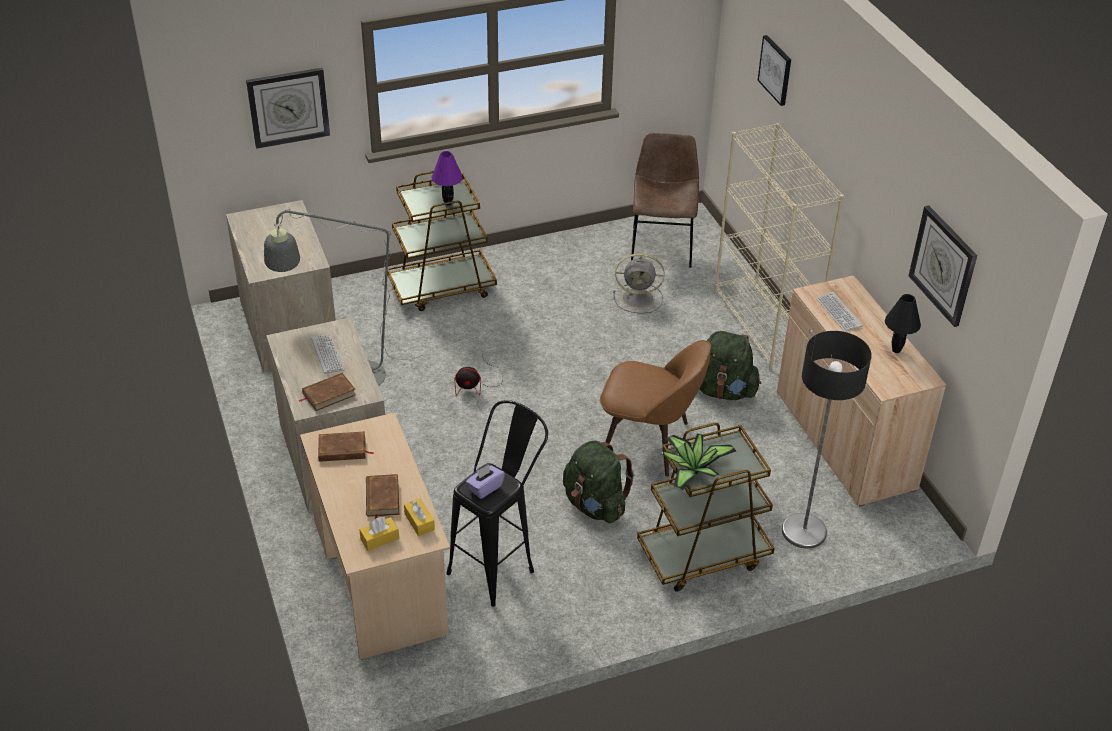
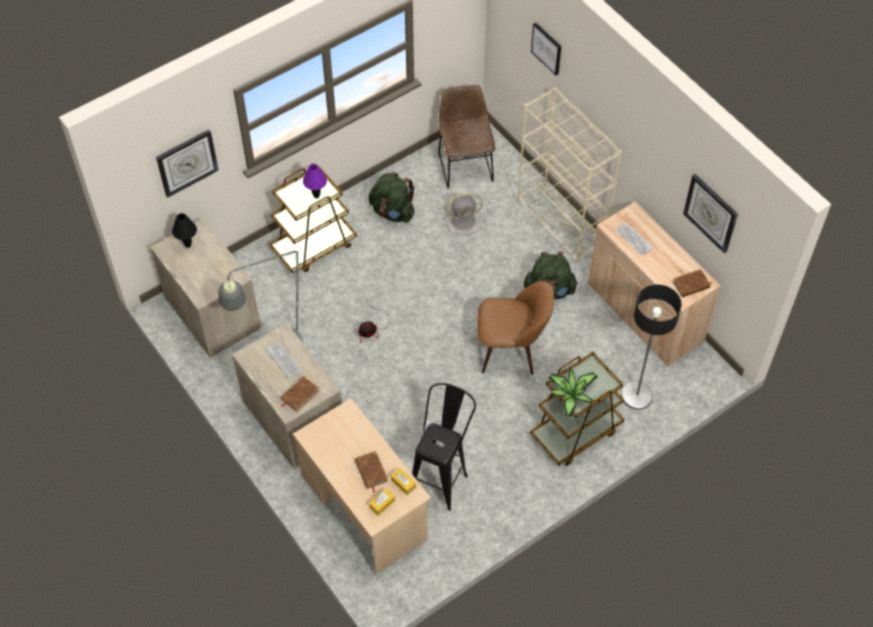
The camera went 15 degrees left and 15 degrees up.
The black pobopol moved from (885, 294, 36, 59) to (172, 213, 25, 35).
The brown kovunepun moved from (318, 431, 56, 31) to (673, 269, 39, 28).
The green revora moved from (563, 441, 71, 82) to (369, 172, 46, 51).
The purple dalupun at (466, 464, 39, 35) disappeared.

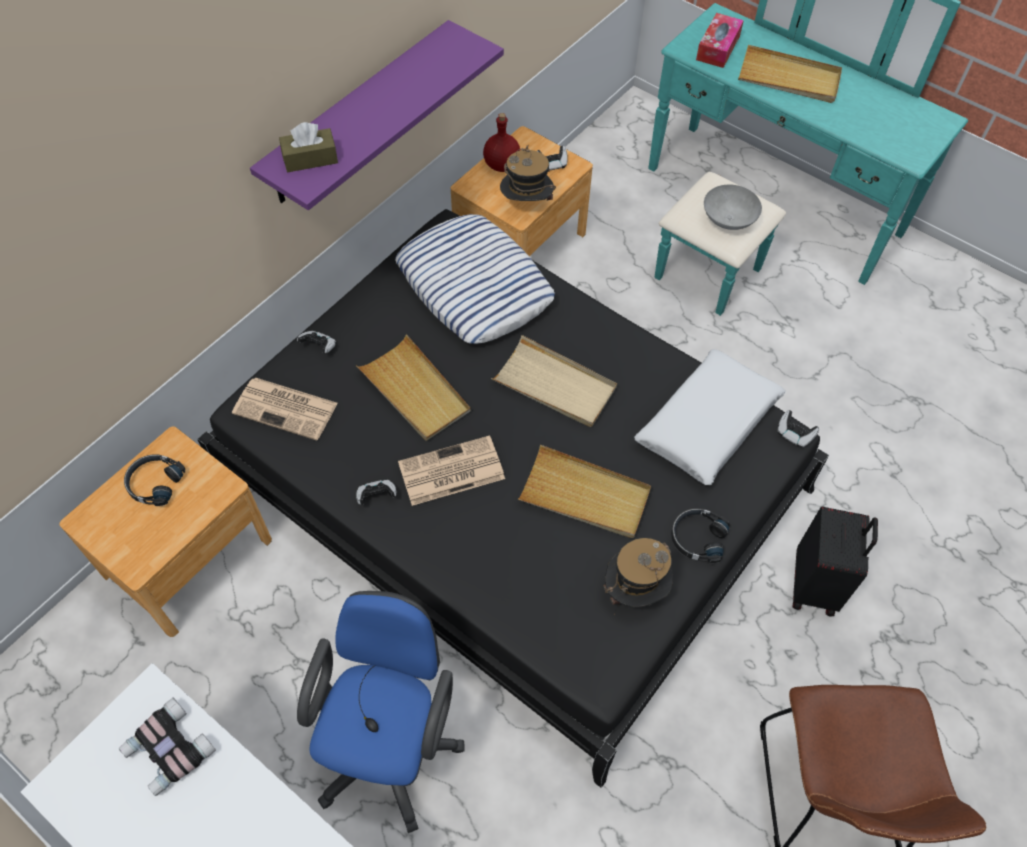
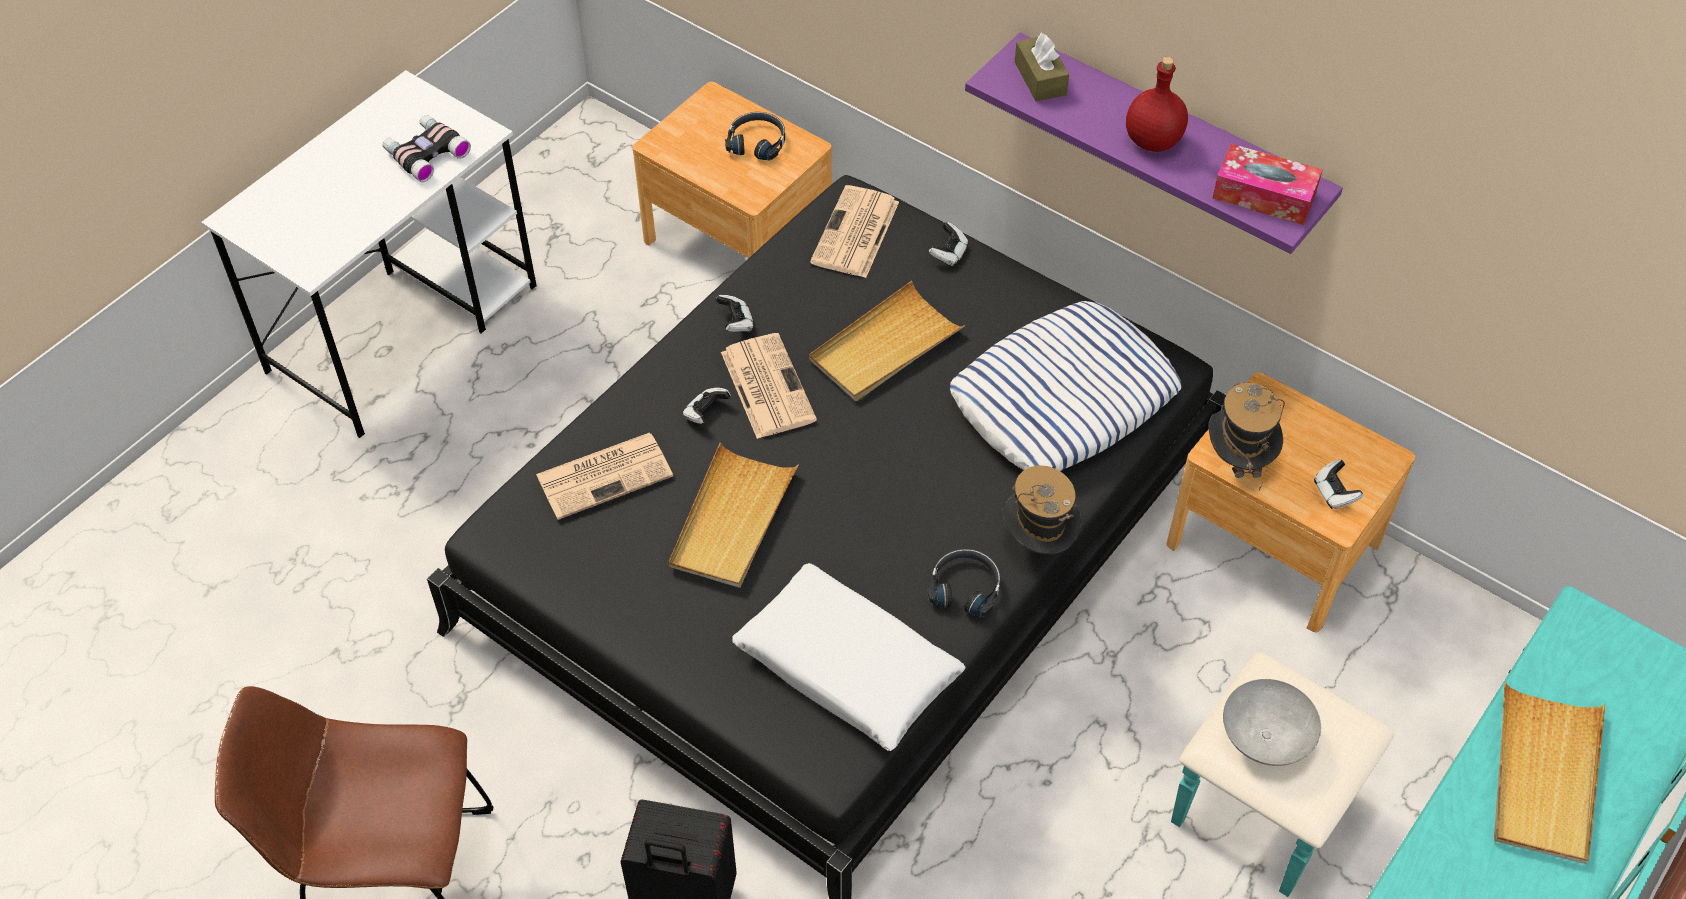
The camera went 90 degrees right and 5 degrees down.
The dalupun moved from (696, 13, 48, 55) to (1212, 144, 111, 81).
The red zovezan moved from (483, 113, 37, 59) to (1126, 57, 62, 95).
The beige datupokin at (491, 335, 126, 92) disappeared.
The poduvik moved from (777, 410, 42, 38) to (683, 388, 48, 36).
The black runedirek moved from (671, 508, 59, 55) to (928, 549, 72, 68).
The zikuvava moved from (603, 538, 70, 77) to (1001, 465, 81, 90).
The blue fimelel at (297, 591, 168, 242) disappeared.
The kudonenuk at (536, 433, 137, 87) appeared.

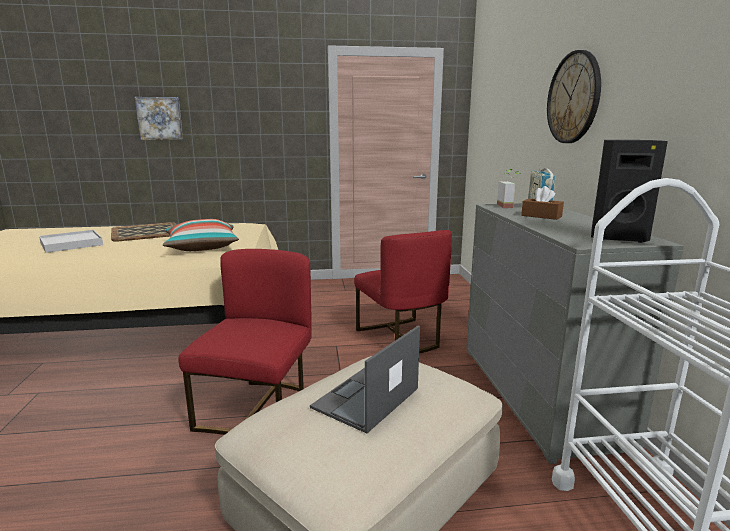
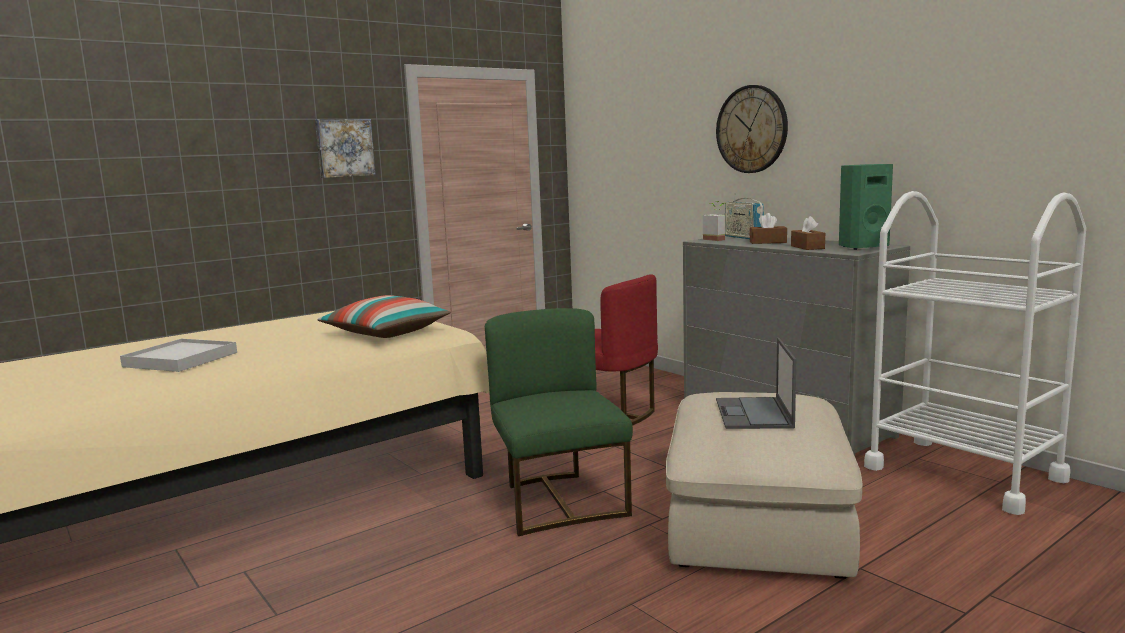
The camera went 30 degrees left and 5 degrees down.
The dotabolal moved from (135, 97, 48, 43) to (315, 119, 61, 59).
The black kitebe at (591, 140, 77, 103) became the green kitebe at (839, 164, 54, 86).
The datupokin at (111, 222, 66, 20) disappeared.
The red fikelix at (178, 249, 134, 186) became the green fikelix at (485, 308, 148, 228).
The brown dalupun at (791, 216, 34, 34) appeared.

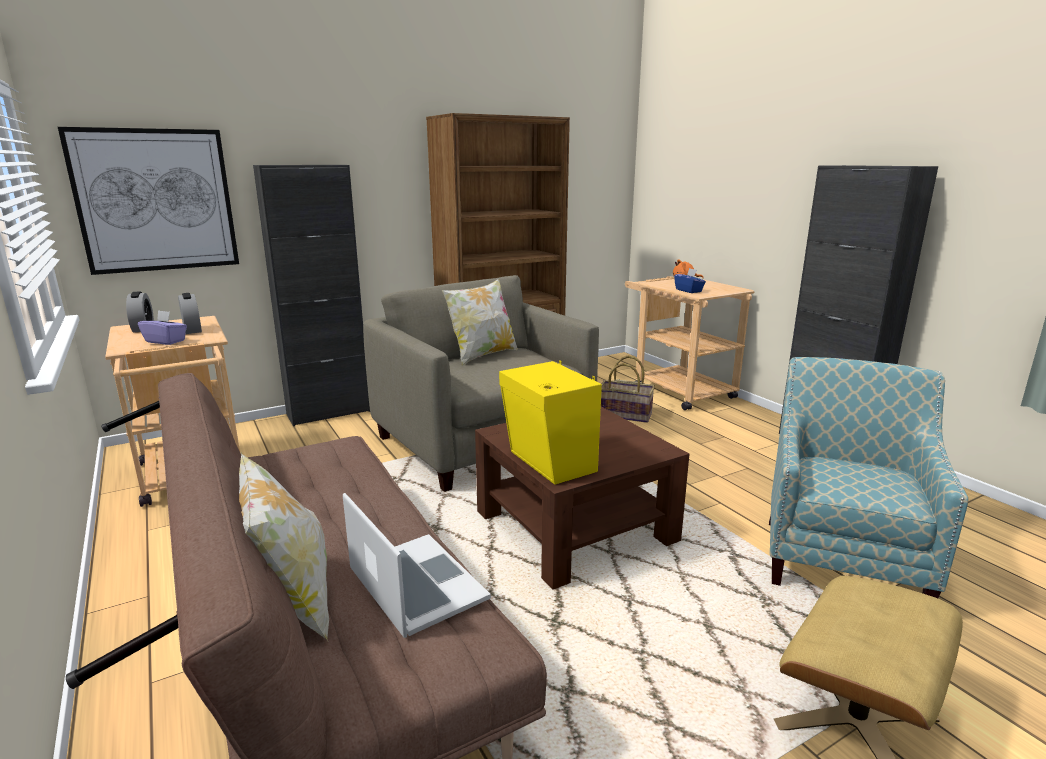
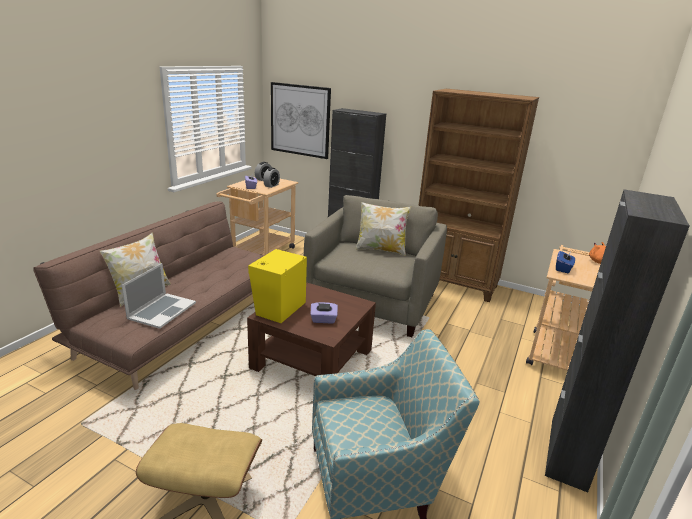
The camera went 55 degrees right and 5 degrees up.
The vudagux at (601, 355, 54, 68) disappeared.
The purple dalupun at (310, 302, 28, 21) appeared.

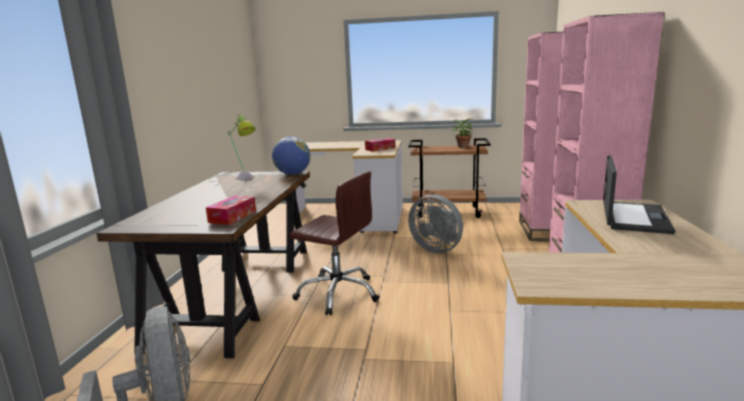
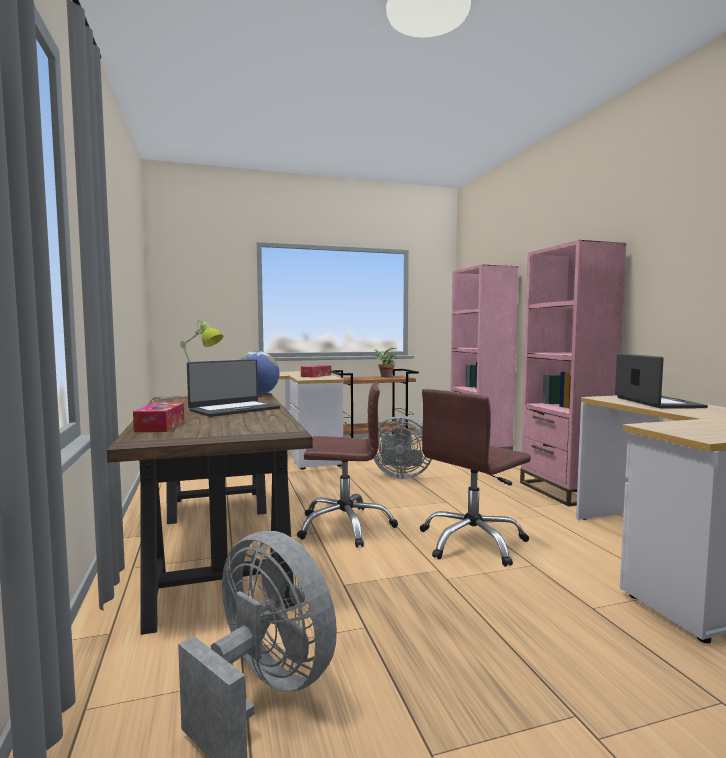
The camera went 25 degrees left and 10 degrees down.
The dalupun moved from (206, 195, 50, 30) to (133, 403, 51, 29).
The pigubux at (187, 359, 93, 58) appeared.
The brown fimelel at (420, 389, 111, 178) appeared.

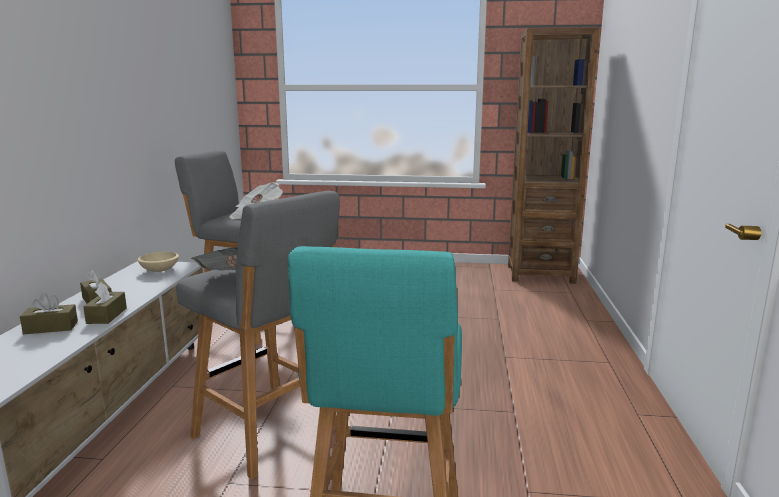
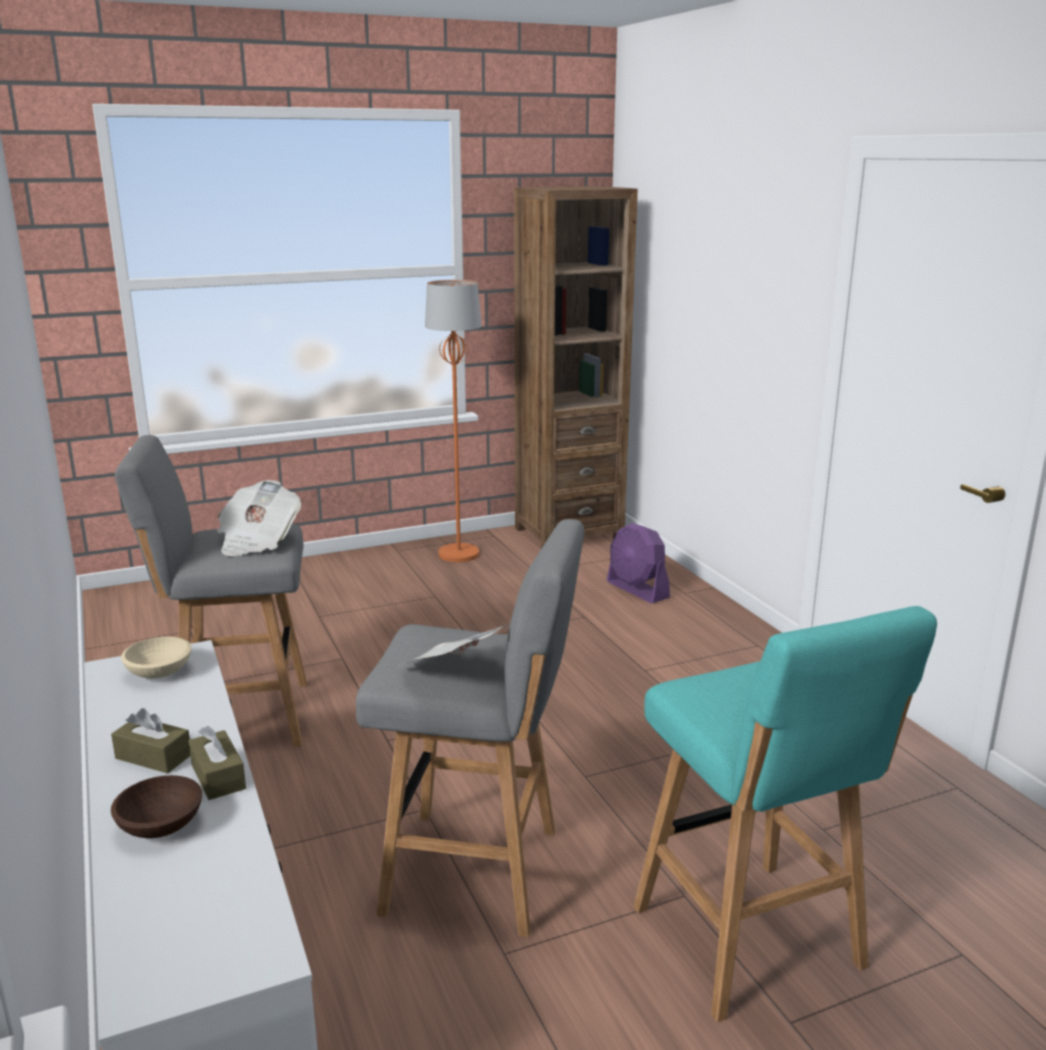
The camera went 30 degrees left and 5 degrees up.
The brown dalupun at (20, 293, 58, 41) was replaced by the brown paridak at (111, 775, 91, 63).
The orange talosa at (425, 280, 57, 282) appeared.
The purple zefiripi at (607, 523, 63, 81) appeared.

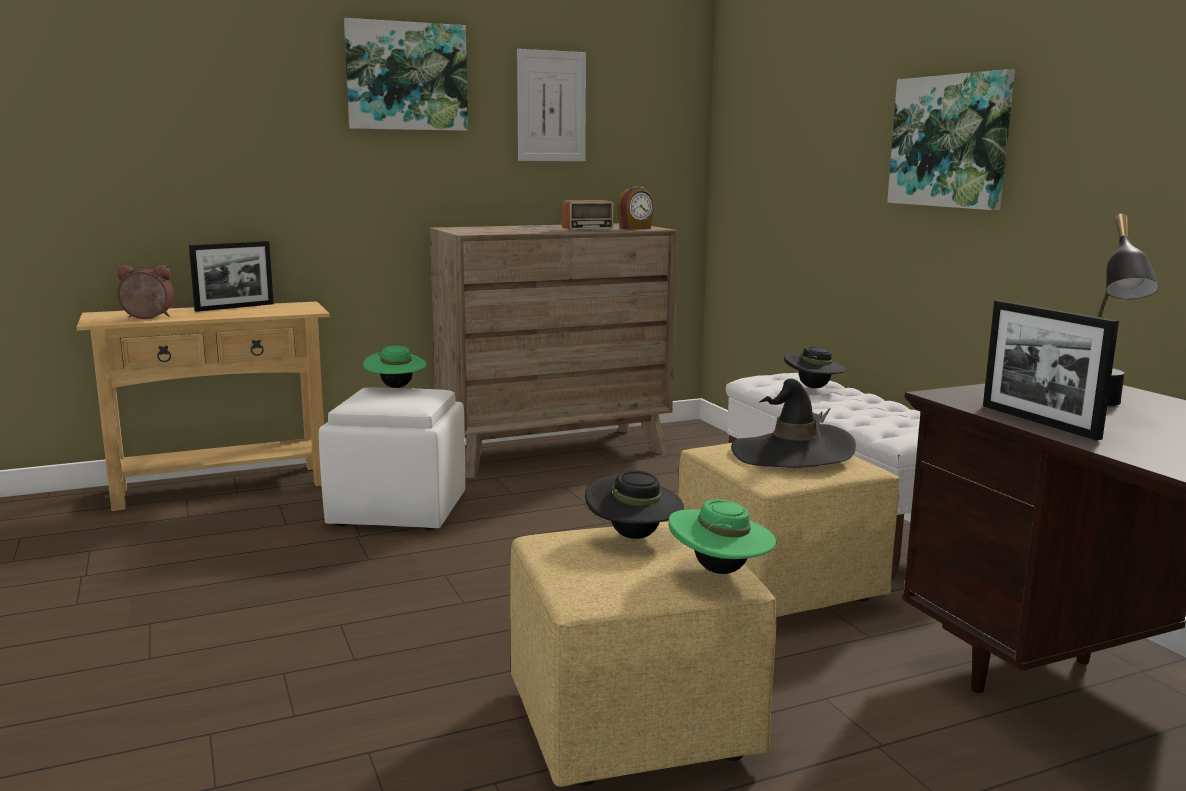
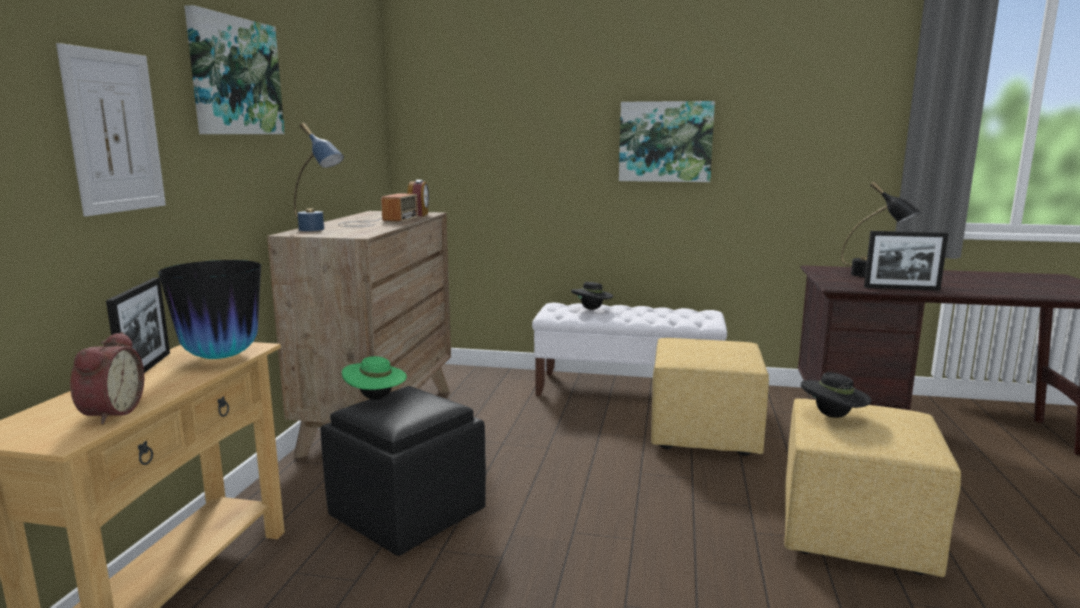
The camera went 55 degrees left and 0 degrees up.
The dotabolal moved from (517, 49, 69, 112) to (56, 43, 110, 173).
The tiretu at (117, 265, 57, 54) turned 150 degrees clockwise.
The black zikuvava at (731, 379, 125, 89) disappeared.
The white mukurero at (319, 387, 146, 143) became the black mukurero at (320, 386, 166, 170).
The green zikuvava at (669, 499, 107, 75) disappeared.
The blue pobopol at (294, 122, 50, 109) appeared.
The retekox at (158, 260, 103, 99) appeared.

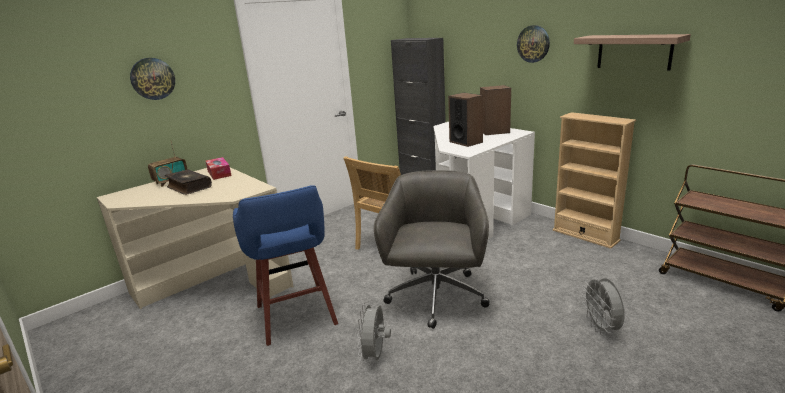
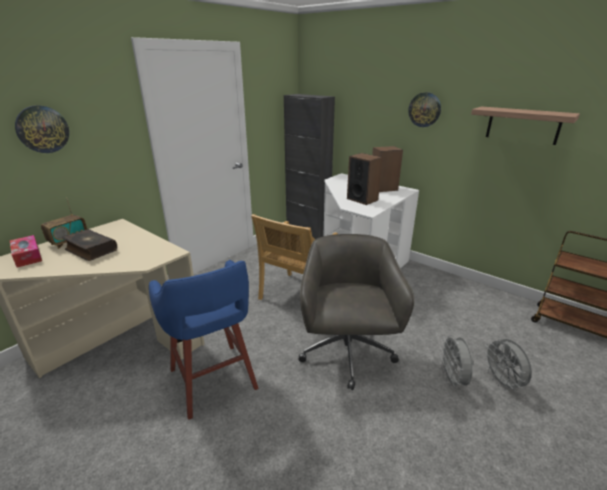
The camera went 10 degrees left and 5 degrees up.
The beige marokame at (552, 112, 84, 137) disappeared.
The dalupun moved from (206, 157, 26, 23) to (10, 235, 32, 33).
The grey zefiripi moved from (357, 301, 34, 62) to (440, 335, 34, 53).

